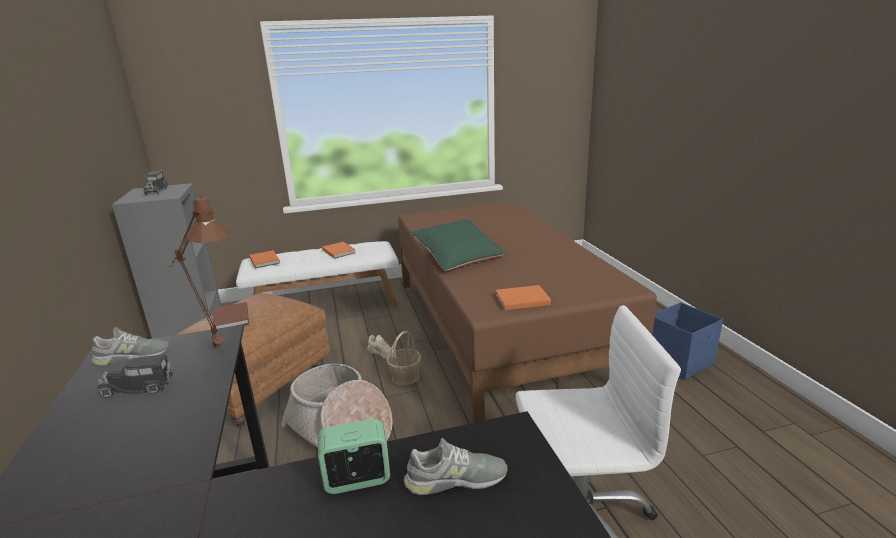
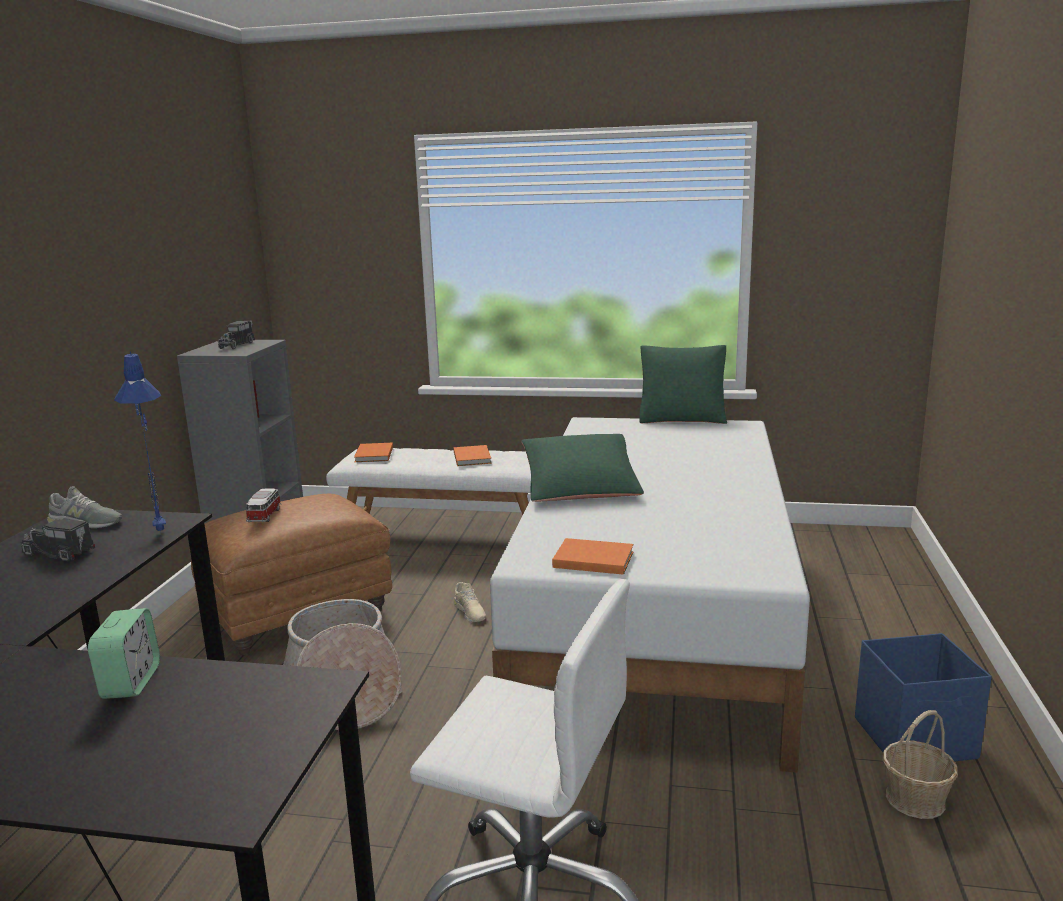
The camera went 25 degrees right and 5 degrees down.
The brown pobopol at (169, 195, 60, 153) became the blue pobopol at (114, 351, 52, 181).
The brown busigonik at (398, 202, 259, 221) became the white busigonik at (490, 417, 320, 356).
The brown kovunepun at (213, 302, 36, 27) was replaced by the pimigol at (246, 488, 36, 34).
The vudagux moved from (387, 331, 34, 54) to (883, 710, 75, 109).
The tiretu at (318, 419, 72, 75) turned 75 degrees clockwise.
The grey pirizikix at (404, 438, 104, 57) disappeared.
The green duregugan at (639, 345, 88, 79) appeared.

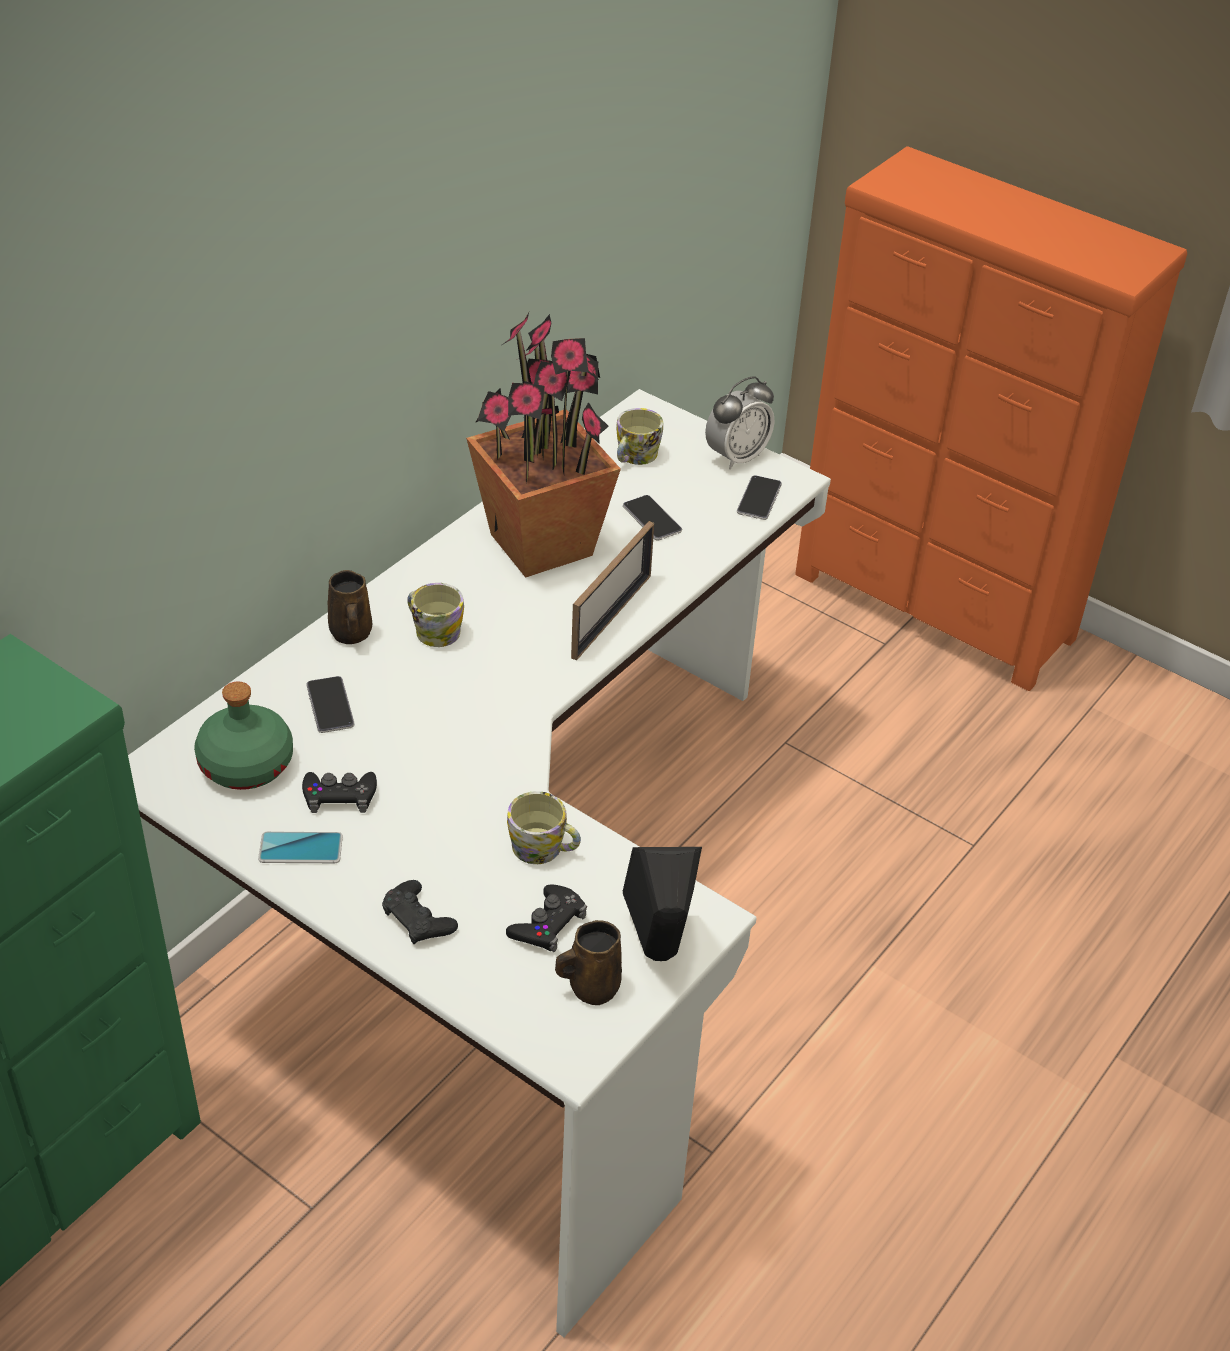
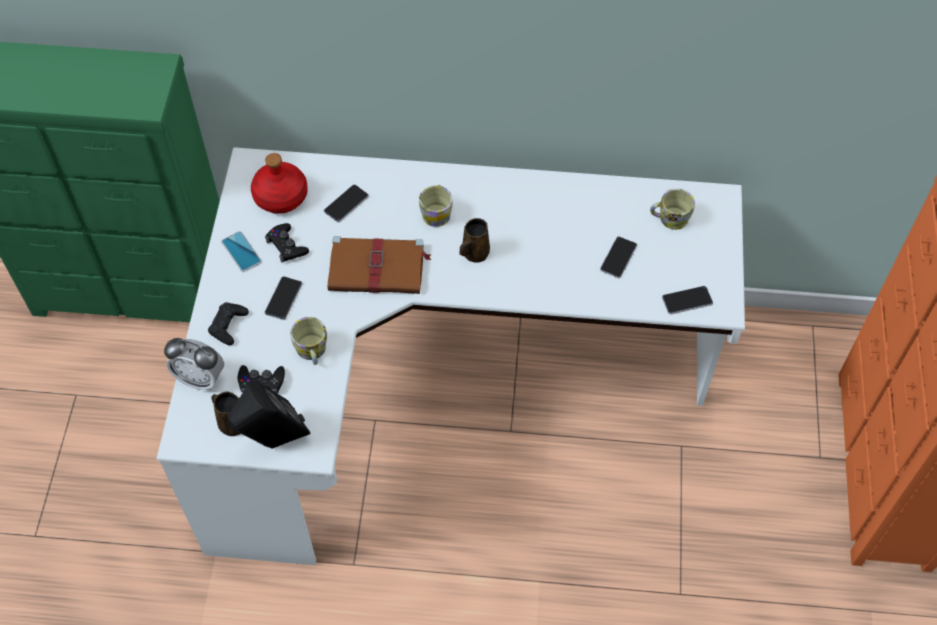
The camera went 60 degrees right and 15 degrees up.
The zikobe at (466, 312, 155, 266) disappeared.
The tiretu moved from (705, 376, 70, 94) to (164, 338, 60, 52).
The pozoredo at (571, 521, 83, 139) disappeared.
The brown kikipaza moved from (328, 570, 44, 74) to (459, 218, 31, 45).
The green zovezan at (194, 682, 99, 108) became the red zovezan at (251, 153, 57, 61).
The brown kovunepun at (328, 236, 104, 58) appeared.
The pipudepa at (264, 277, 38, 43) appeared.

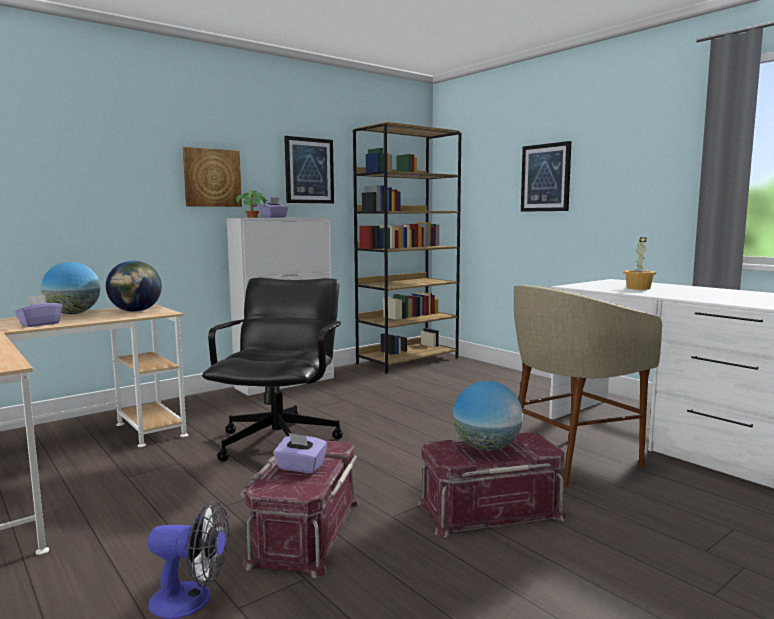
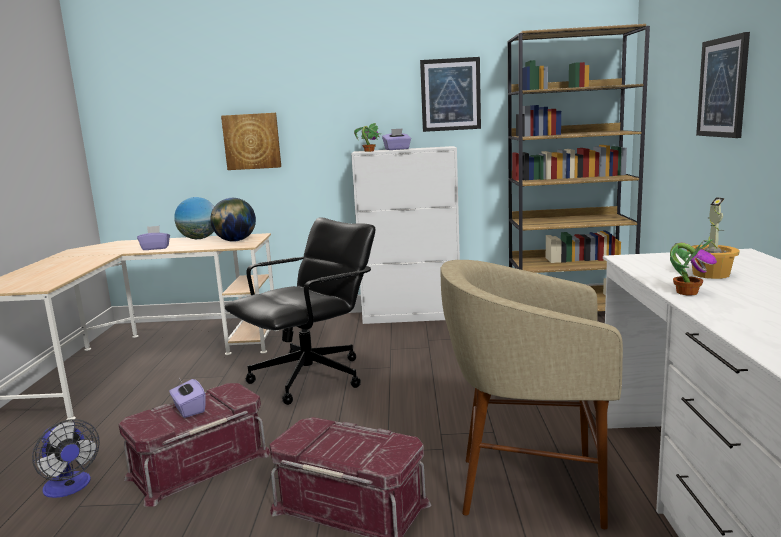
The camera went 40 degrees right and 5 degrees up.
The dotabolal moved from (183, 147, 59, 60) to (221, 113, 60, 57).
The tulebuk at (453, 381, 70, 70) disappeared.
The zikobe at (670, 239, 47, 56) appeared.

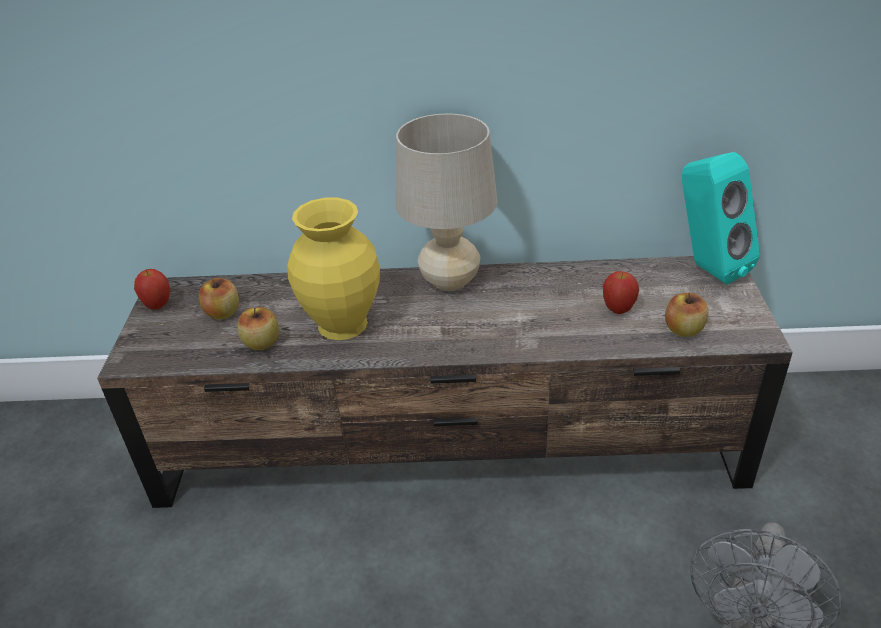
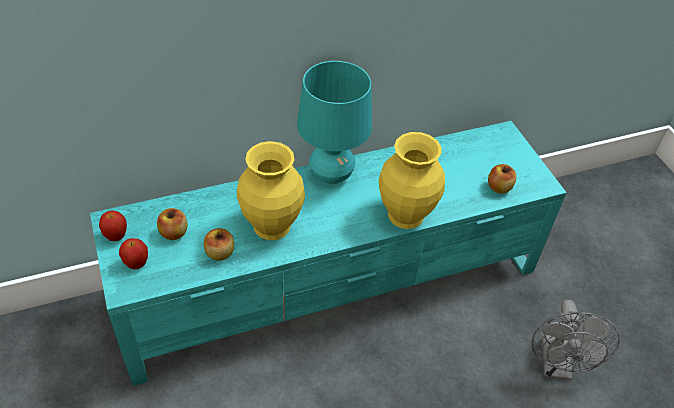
The camera went 25 degrees left and 10 degrees up.
The beige pobopol at (395, 114, 102, 177) became the turquoise pobopol at (297, 61, 75, 123).
The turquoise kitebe at (682, 152, 78, 133) disappeared.
The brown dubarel at (97, 256, 696, 252) became the turquoise dubarel at (90, 121, 477, 265).
The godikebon moved from (603, 271, 36, 43) to (119, 238, 29, 32).
The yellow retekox at (379, 132, 66, 97) appeared.

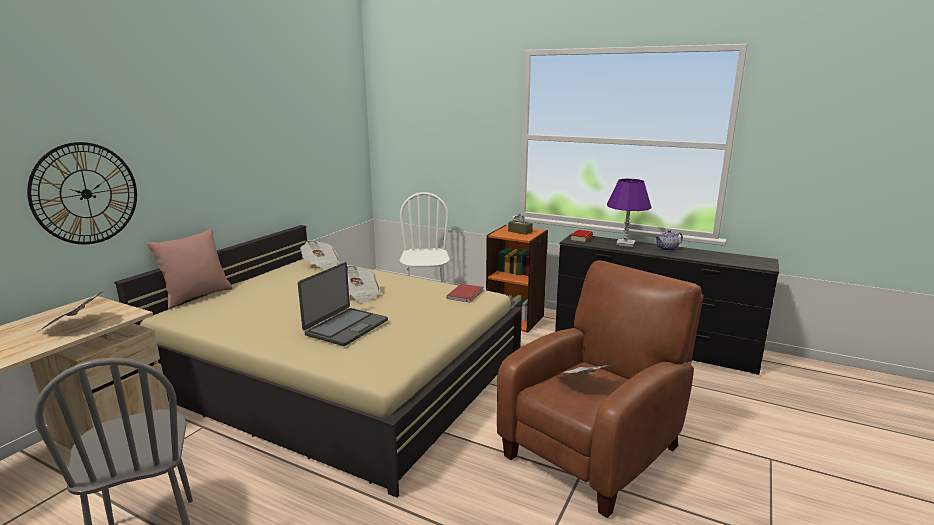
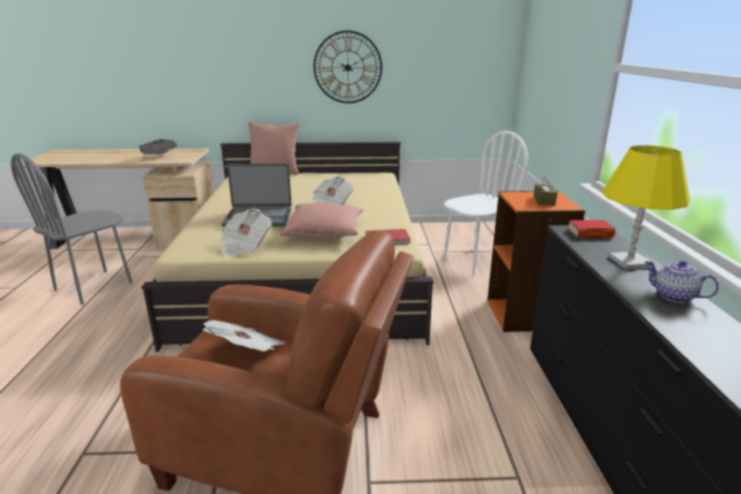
The camera went 60 degrees right and 5 degrees up.
The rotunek moved from (27, 142, 110, 102) to (314, 30, 68, 73).
The purple pobopol at (607, 179, 44, 68) became the yellow pobopol at (602, 145, 88, 125).
The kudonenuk moved from (300, 240, 40, 30) to (221, 209, 51, 47).
The pink duregugan at (280, 203, 84, 35) appeared.

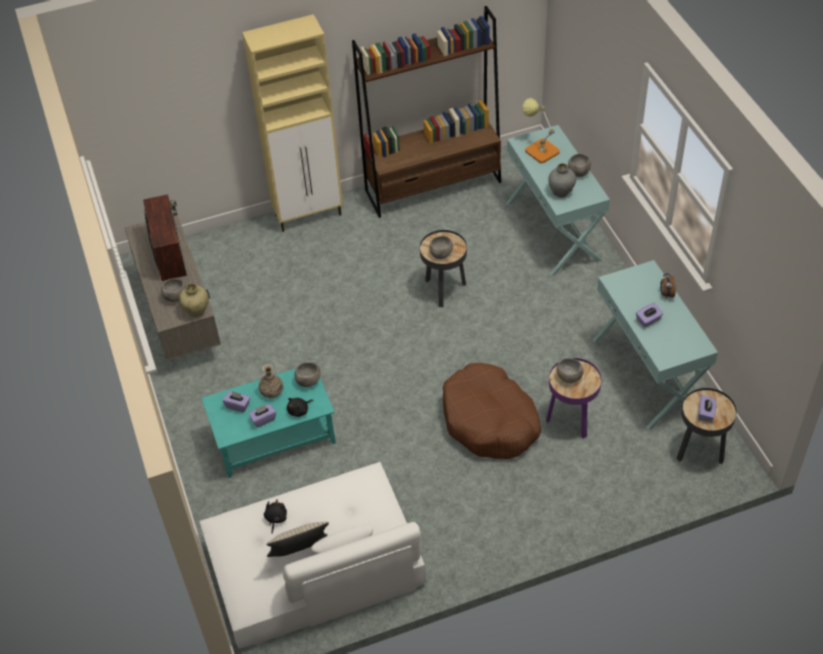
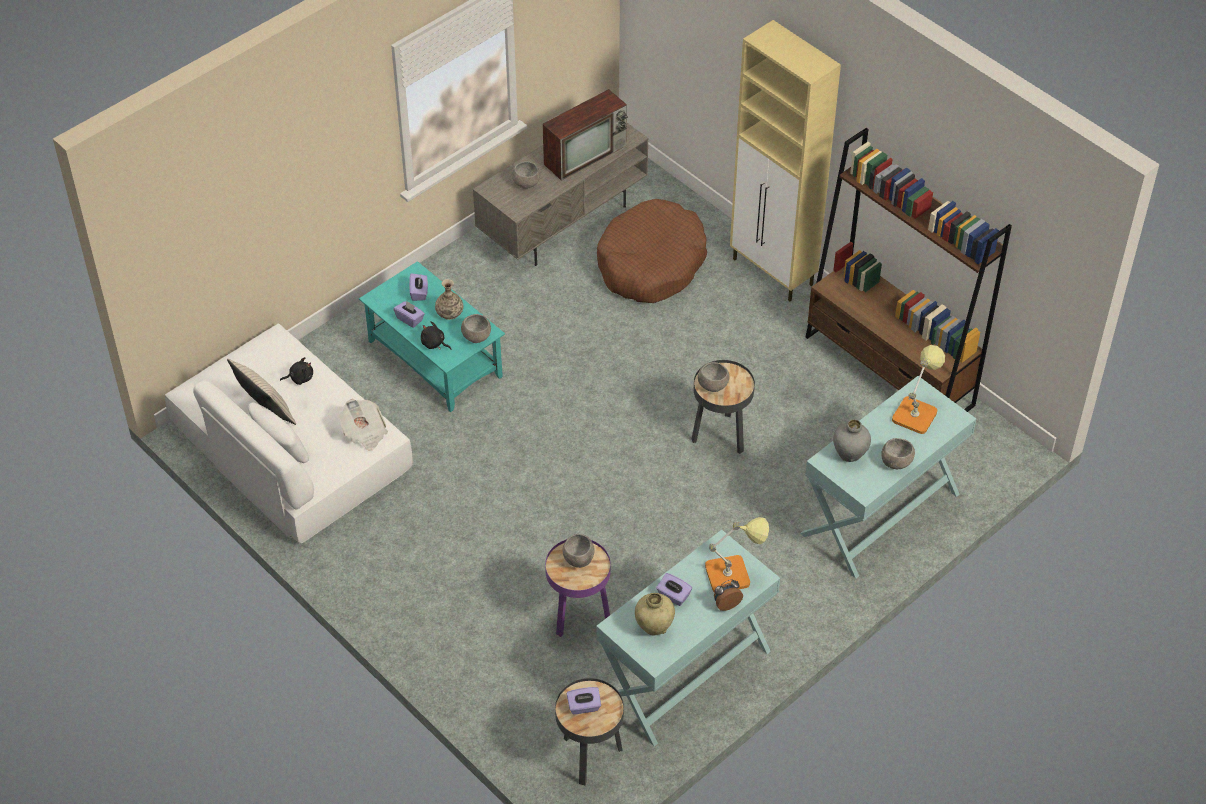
The camera went 65 degrees right and 0 degrees up.
The beige retekox moved from (179, 284, 30, 33) to (635, 593, 40, 43).
The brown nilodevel moved from (443, 363, 98, 96) to (597, 199, 110, 104).
The kudonenuk at (339, 399, 49, 52) appeared.
The pobopol at (705, 517, 64, 75) appeared.

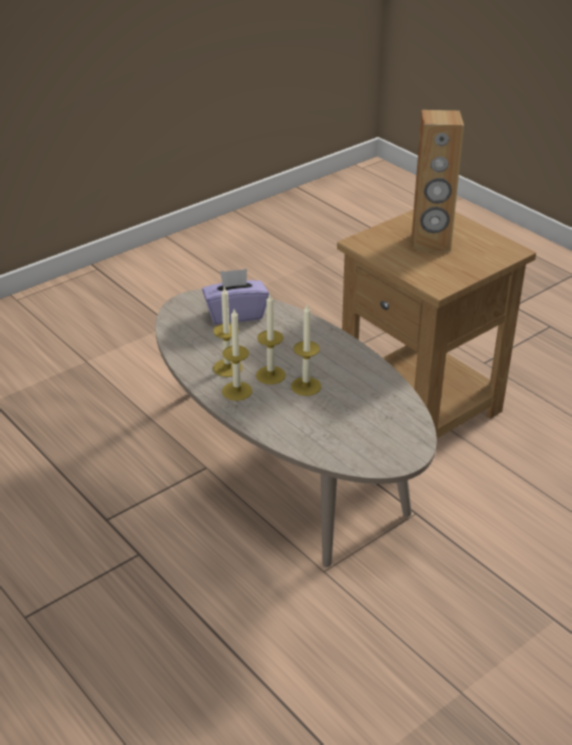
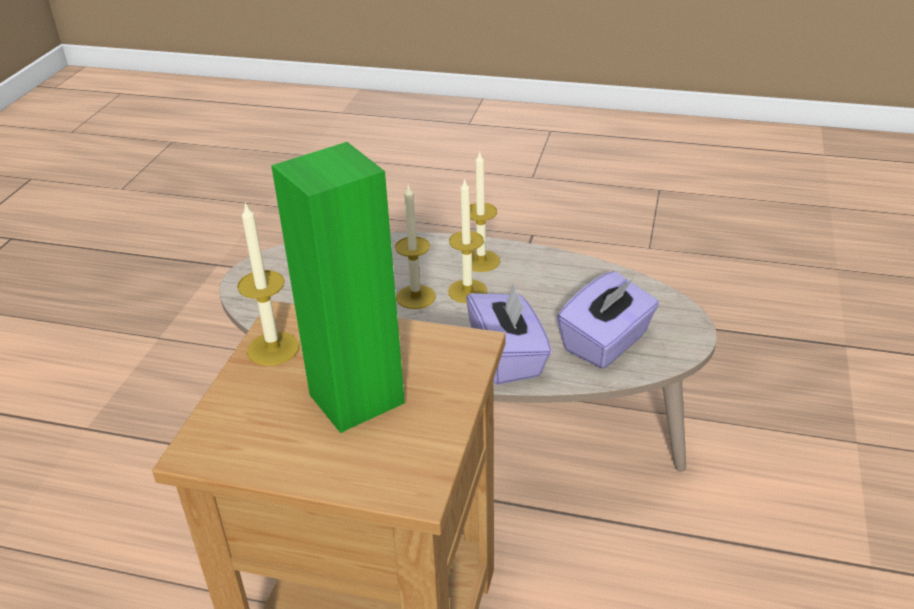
The camera went 145 degrees right and 0 degrees up.
The brown kitebe at (412, 110, 52, 141) became the green kitebe at (271, 142, 134, 291).
The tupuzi moved from (213, 286, 30, 91) to (237, 202, 63, 164).
The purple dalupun at (466, 284, 86, 101) appeared.

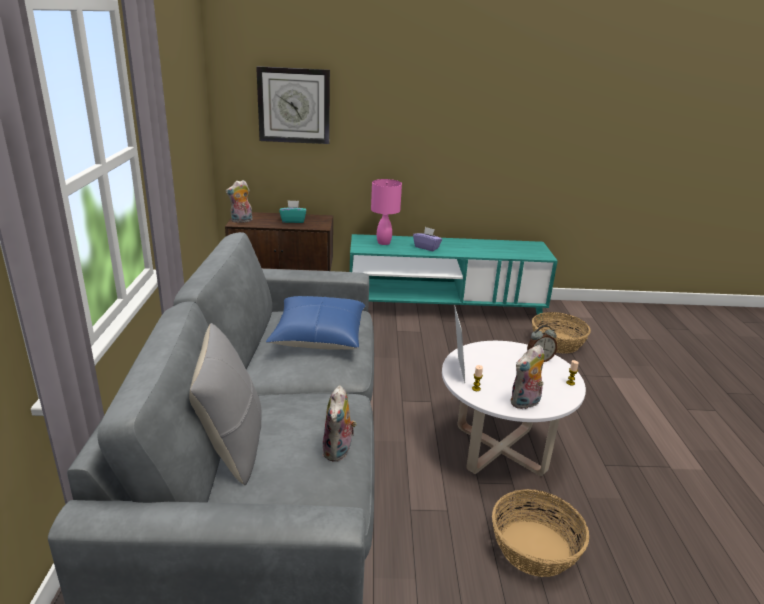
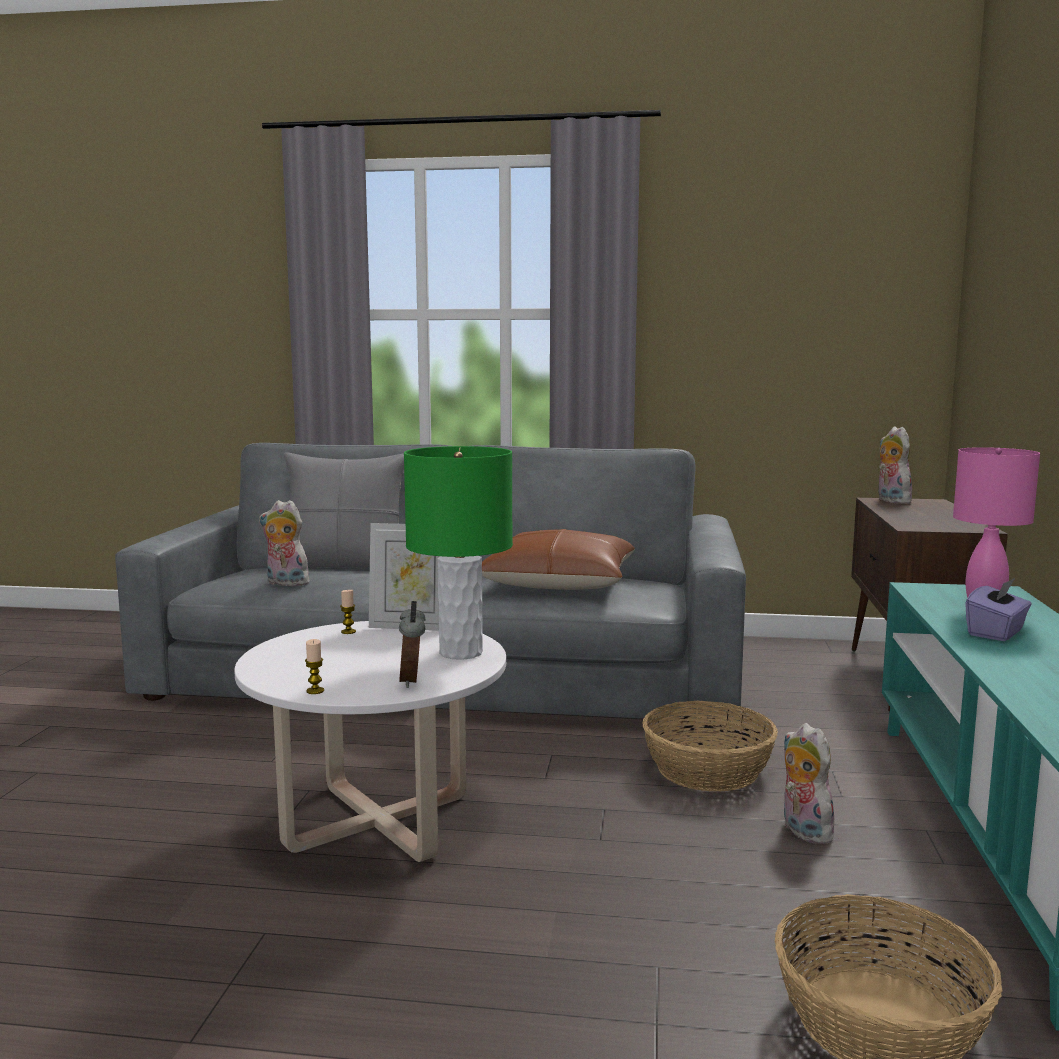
The camera went 100 degrees right and 15 degrees down.
The rotunek at (256, 66, 74, 78) disappeared.
The turquoise dalupun at (279, 200, 27, 23) disappeared.
The blue duregugan at (266, 296, 99, 54) became the brown duregugan at (482, 529, 153, 61).
The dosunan moved from (510, 345, 34, 64) to (783, 723, 52, 121).
The vudagux moved from (492, 489, 97, 88) to (643, 701, 135, 90).
The green pobopol at (404, 446, 109, 214) appeared.

